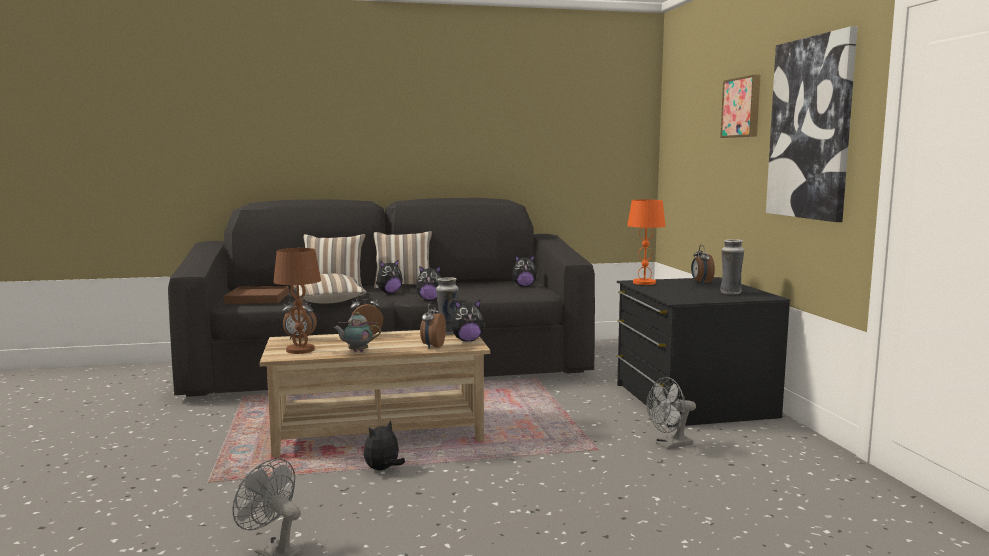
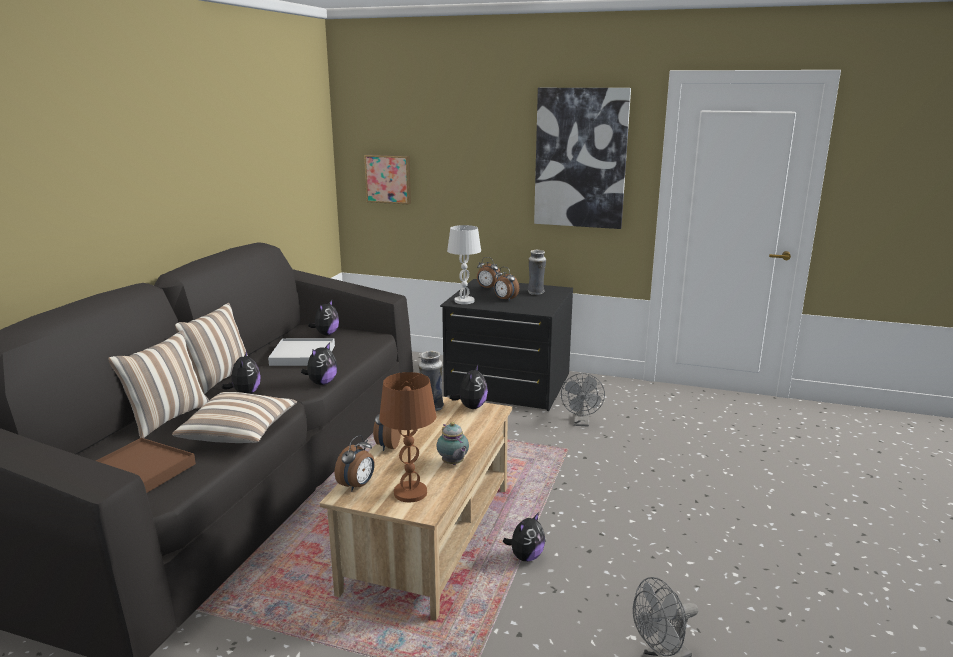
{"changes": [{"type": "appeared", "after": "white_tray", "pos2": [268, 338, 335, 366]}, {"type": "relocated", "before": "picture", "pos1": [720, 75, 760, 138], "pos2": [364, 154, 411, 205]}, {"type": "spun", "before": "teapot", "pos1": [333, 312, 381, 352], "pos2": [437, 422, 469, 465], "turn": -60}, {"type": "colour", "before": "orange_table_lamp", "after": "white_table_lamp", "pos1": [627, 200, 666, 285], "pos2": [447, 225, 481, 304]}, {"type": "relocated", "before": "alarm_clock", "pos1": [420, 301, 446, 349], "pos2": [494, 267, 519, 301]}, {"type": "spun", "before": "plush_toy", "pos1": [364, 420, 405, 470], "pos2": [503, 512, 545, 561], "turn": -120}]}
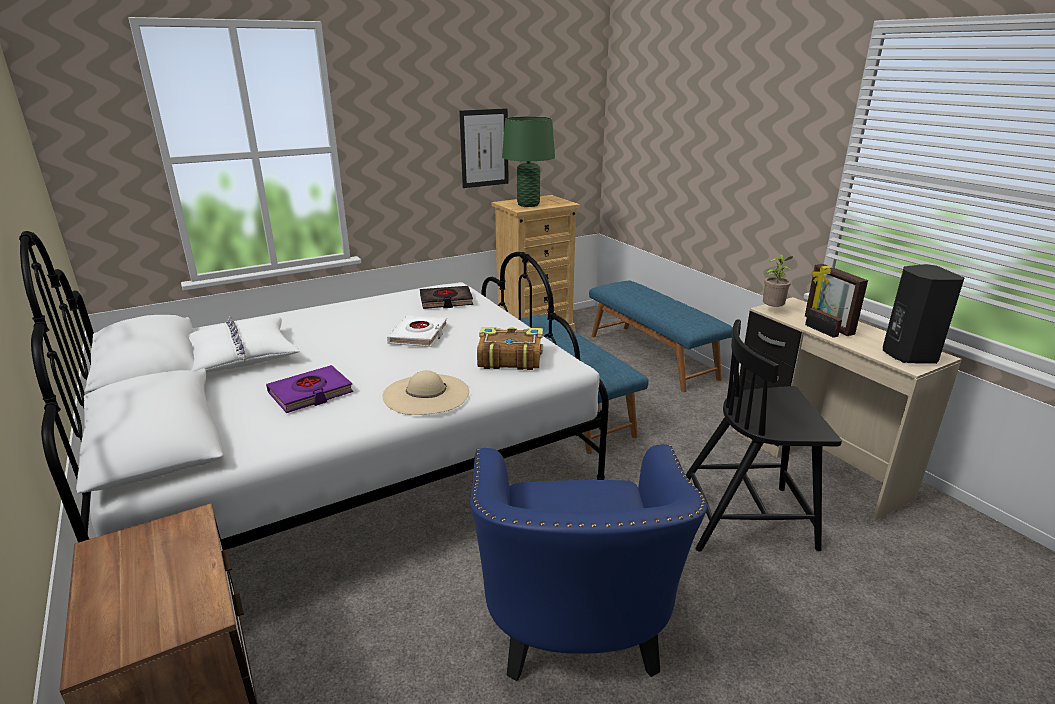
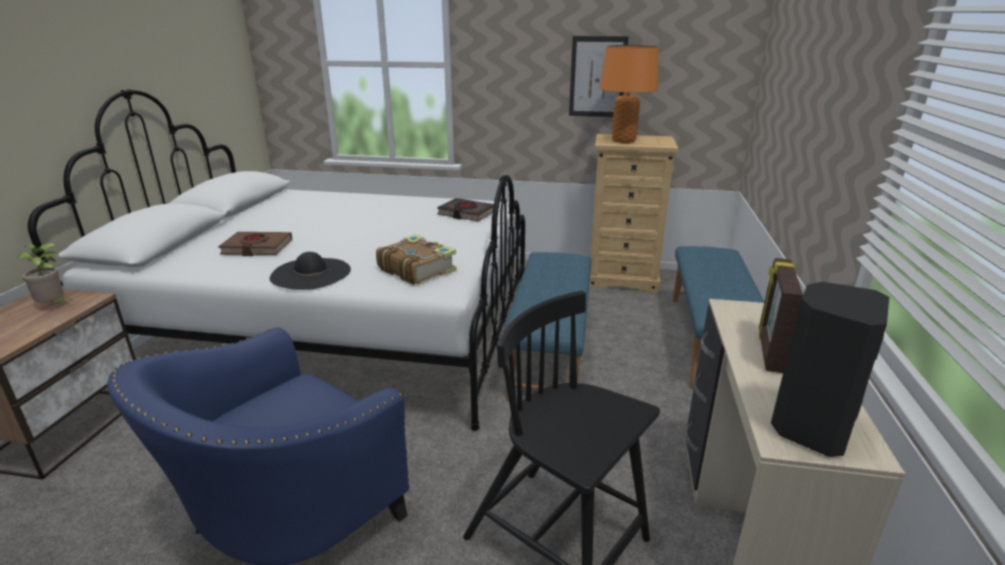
{"changes": [{"type": "relocated", "before": "potted_plant", "pos1": [763, 254, 792, 307], "pos2": [18, 243, 73, 303]}, {"type": "colour", "before": "purple_book", "after": "brown_book", "pos1": [266, 365, 353, 413], "pos2": [218, 232, 292, 256]}, {"type": "colour", "before": "beige_hat", "after": "black_hat", "pos1": [382, 370, 469, 415], "pos2": [270, 252, 351, 290]}, {"type": "colour", "before": "green_table_lamp", "after": "orange_table_lamp", "pos1": [502, 116, 555, 207], "pos2": [599, 45, 659, 143]}, {"type": "missing", "before": "white_pillow", "pos1": [189, 316, 300, 372]}, {"type": "missing", "before": "white_book", "pos1": [387, 315, 448, 347]}, {"type": "missing", "before": "radio", "pos1": [805, 307, 842, 338]}]}
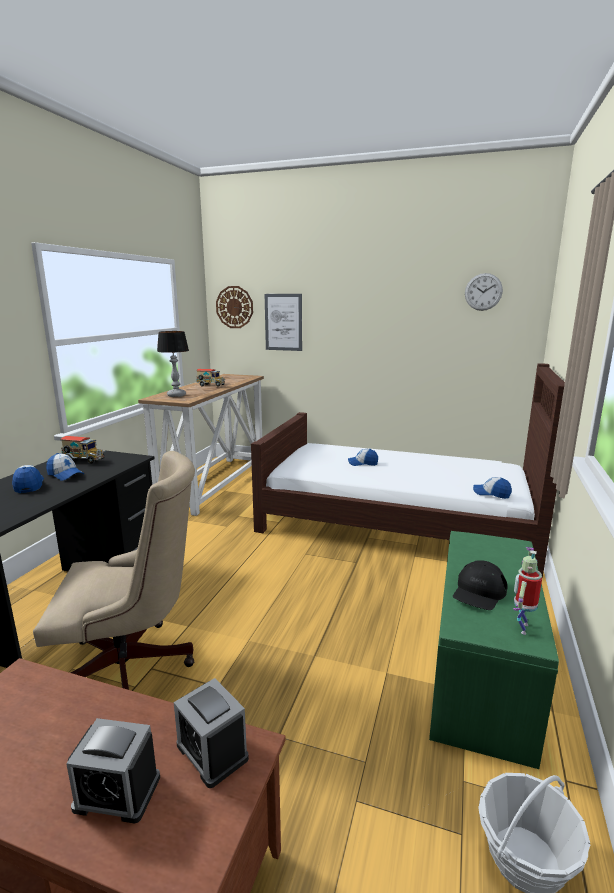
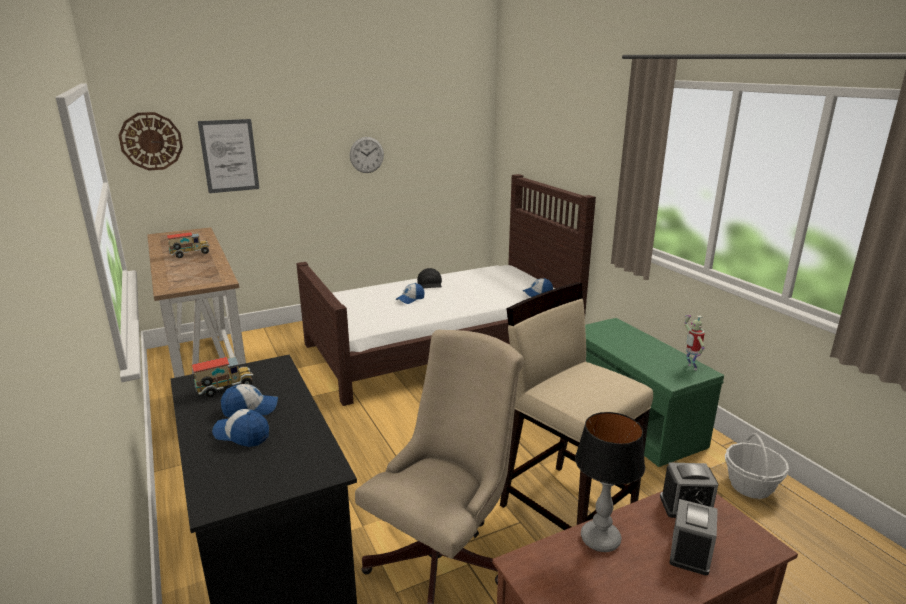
{"changes": [{"type": "relocated", "before": "wall_clock", "pos1": [465, 273, 503, 311], "pos2": [350, 137, 384, 173]}, {"type": "relocated", "before": "black_cap", "pos1": [453, 560, 507, 610], "pos2": [417, 268, 442, 289]}, {"type": "appeared", "after": "beige_stool", "pos2": [500, 282, 653, 530]}, {"type": "relocated", "before": "table_lamp", "pos1": [157, 331, 189, 397], "pos2": [575, 412, 645, 552]}, {"type": "spun", "before": "alarm_clock", "pos1": [66, 718, 160, 824], "pos2": [669, 499, 718, 575], "turn": 150}]}
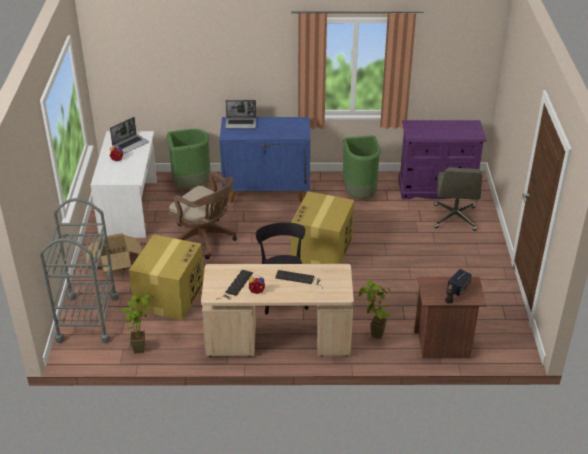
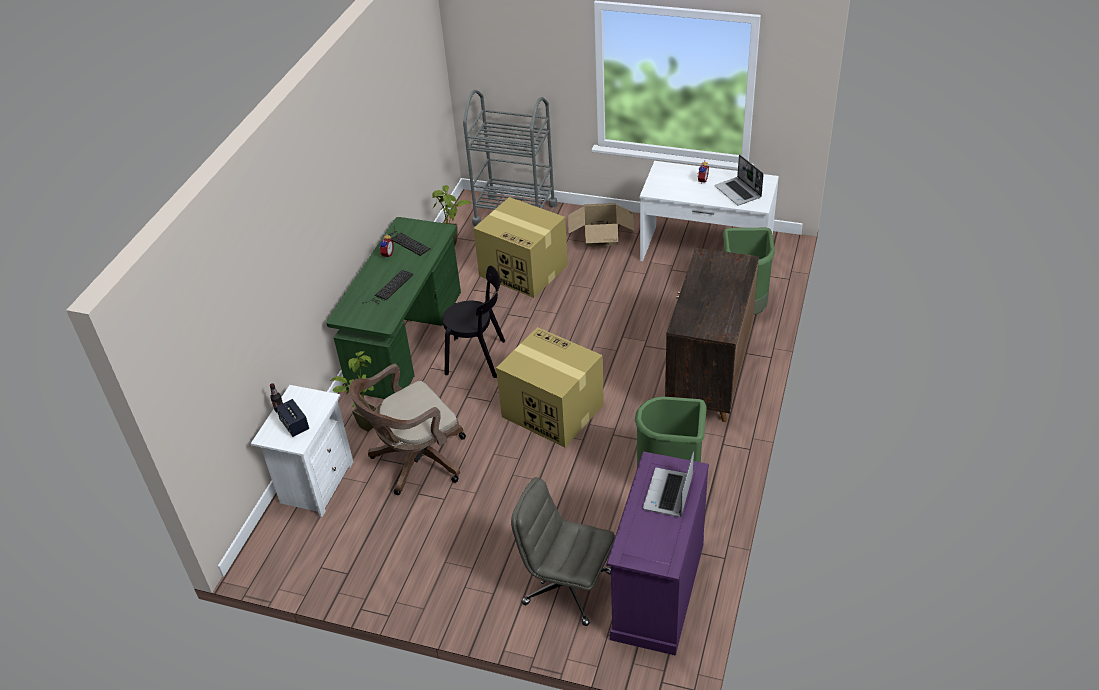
{"changes": [{"type": "colour", "before": "brown_nightstand", "after": "white_nightstand", "pos1": [414, 277, 487, 358], "pos2": [251, 385, 353, 517]}, {"type": "colour", "before": "beige_desk", "after": "green_desk", "pos1": [201, 264, 354, 357], "pos2": [326, 217, 461, 399]}, {"type": "relocated", "before": "brown_office_chair", "pos1": [168, 171, 237, 259], "pos2": [349, 364, 466, 495]}, {"type": "relocated", "before": "laptop", "pos1": [225, 100, 256, 129], "pos2": [643, 451, 694, 517]}, {"type": "colour", "before": "blue_cabinet", "after": "brown_cabinet", "pos1": [220, 117, 310, 203], "pos2": [665, 248, 759, 422]}]}
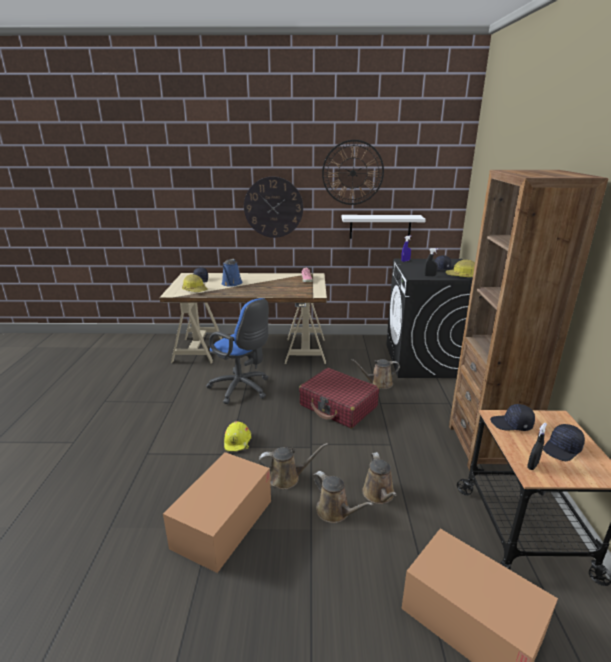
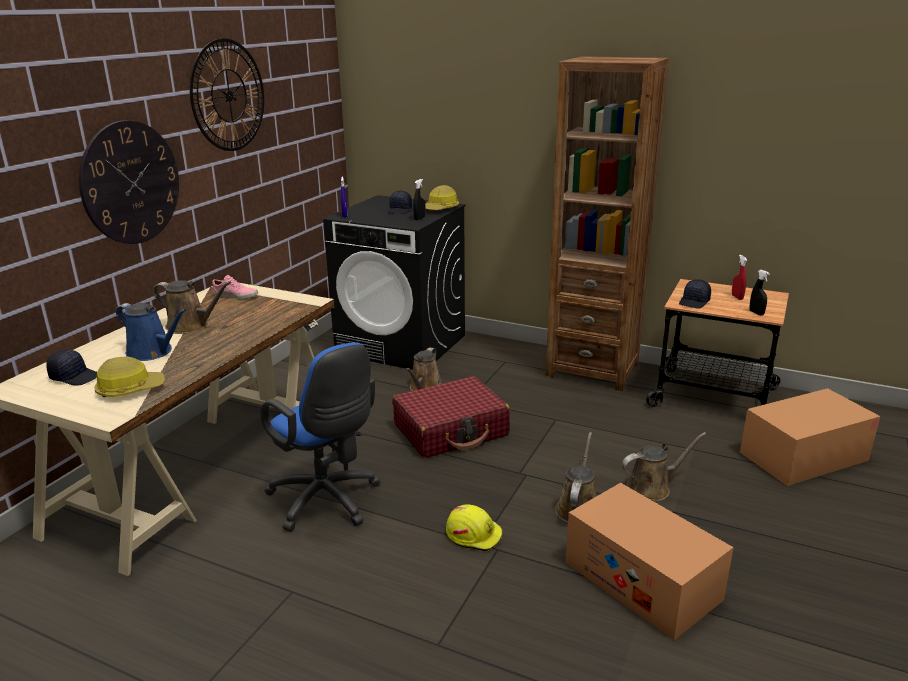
{"changes": [{"type": "relocated", "before": "brown_watering_can", "pos1": [362, 452, 397, 504], "pos2": [153, 281, 231, 334]}, {"type": "spun", "before": "blue_office_chair", "pos1": [206, 298, 269, 404], "pos2": [260, 342, 380, 532], "turn": 75}, {"type": "exchanged", "before": "black_cap", "after": "red_spray_bottle", "pos1": [543, 424, 585, 461], "pos2": [732, 255, 747, 300]}, {"type": "missing", "before": "white_shelf", "pos1": [342, 215, 426, 239]}]}
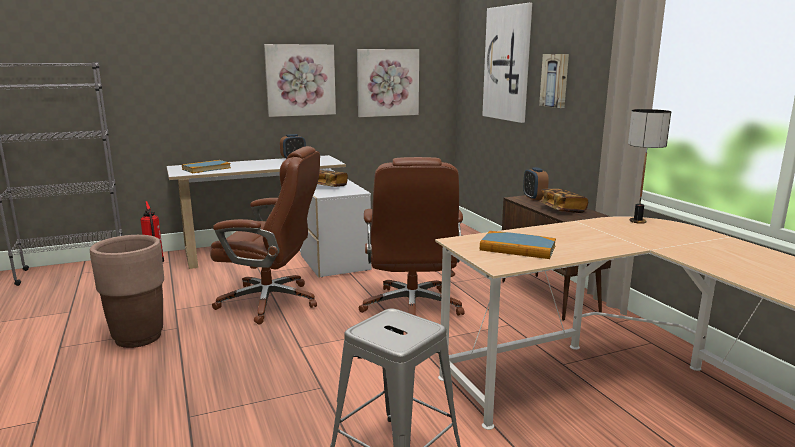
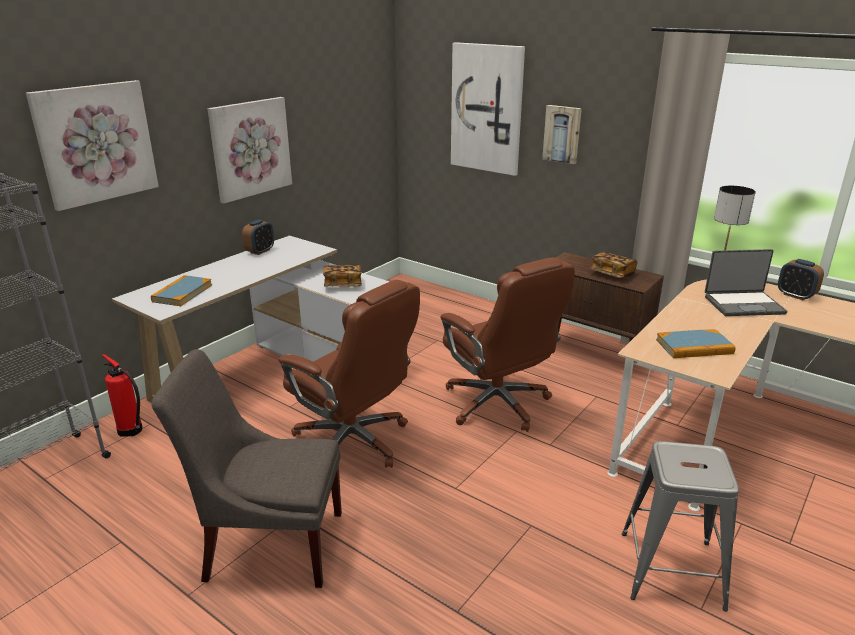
{"changes": [{"type": "relocated", "before": "picture", "pos1": [357, 49, 419, 117], "pos2": [26, 80, 159, 211]}, {"type": "exchanged", "before": "brown_planter", "after": "grey_chair", "pos1": [90, 235, 164, 348], "pos2": [152, 349, 342, 588]}, {"type": "spun", "before": "brown_office_chair", "pos1": [210, 146, 320, 325], "pos2": [278, 280, 420, 468], "turn": 60}, {"type": "appeared", "after": "laptop", "pos2": [705, 249, 787, 316]}, {"type": "relocated", "before": "alarm_clock", "pos1": [523, 167, 549, 200], "pos2": [778, 259, 824, 301]}]}
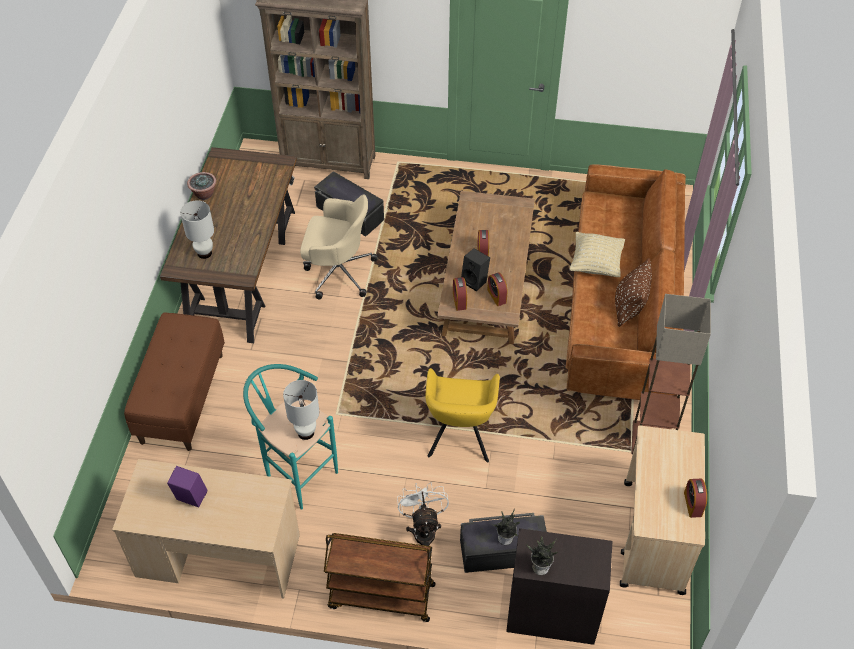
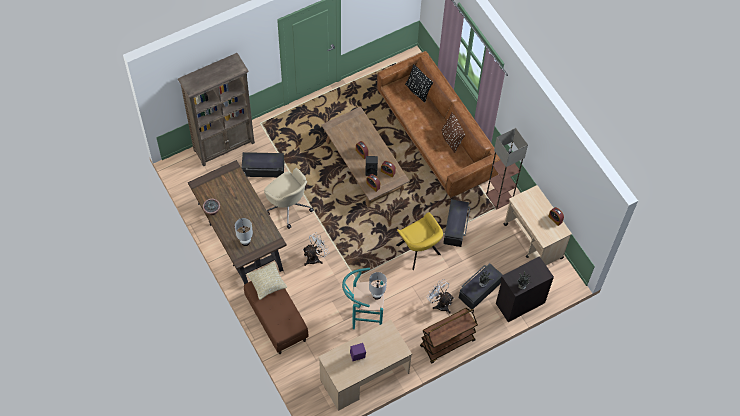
{"changes": [{"type": "relocated", "before": "beige_pillow", "pos1": [570, 232, 625, 277], "pos2": [247, 262, 287, 300]}, {"type": "spun", "before": "beige_office_chair", "pos1": [300, 194, 378, 300], "pos2": [264, 168, 314, 229], "turn": 75}, {"type": "appeared", "after": "white_fan", "pos2": [303, 233, 330, 266]}, {"type": "appeared", "after": "black_pillow", "pos2": [405, 64, 433, 103]}, {"type": "appeared", "after": "black_storage_box", "pos2": [443, 199, 470, 247]}]}
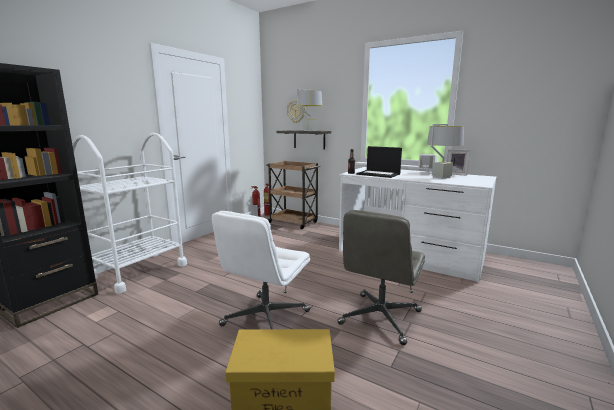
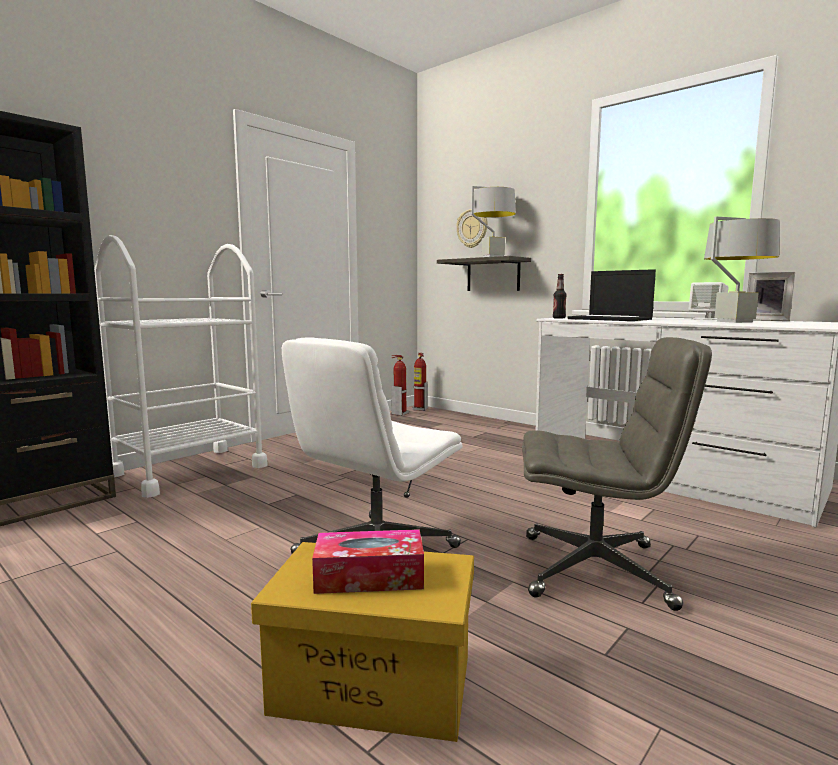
{"changes": [{"type": "appeared", "after": "tissue_box", "pos2": [312, 529, 424, 594]}, {"type": "spun", "before": "grey_office_chair", "pos1": [337, 210, 425, 345], "pos2": [522, 337, 712, 611], "turn": -120}, {"type": "missing", "before": "brown_cart", "pos1": [267, 161, 321, 229]}]}
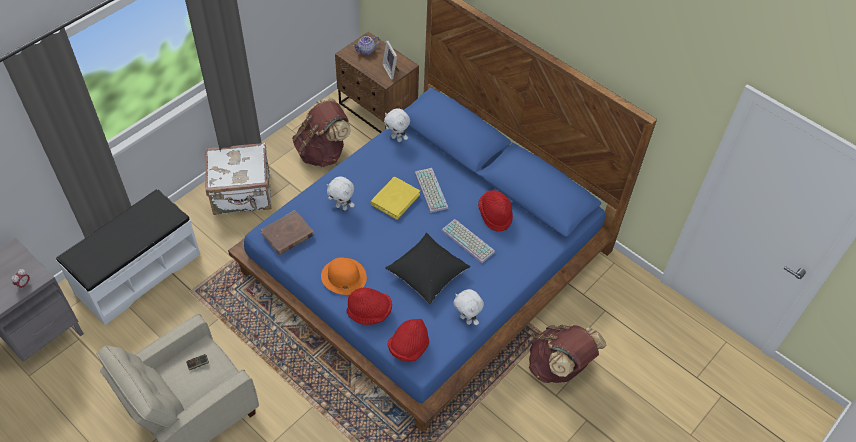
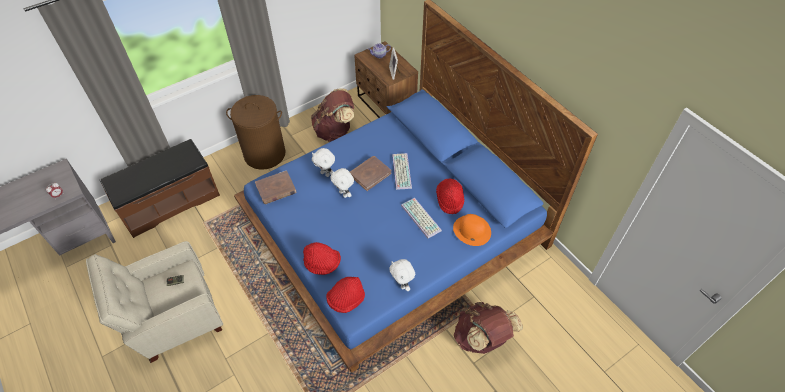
{"changes": [{"type": "colour", "before": "white_bench", "after": "brown_bench", "pos1": [56, 189, 200, 325], "pos2": [100, 139, 220, 238]}, {"type": "exchanged", "before": "white_suitcase", "after": "brown_laundry_basket", "pos1": [205, 143, 271, 215], "pos2": [226, 95, 285, 170]}, {"type": "relocated", "before": "white_plush_toy", "pos1": [384, 108, 410, 142], "pos2": [330, 168, 354, 198]}, {"type": "colour", "before": "yellow_book", "after": "brown_book", "pos1": [370, 177, 420, 220], "pos2": [350, 156, 392, 191]}, {"type": "relocated", "before": "orange_hat", "pos1": [321, 257, 367, 295], "pos2": [453, 214, 491, 246]}, {"type": "missing", "before": "black_pillow", "pos1": [385, 233, 471, 304]}]}
